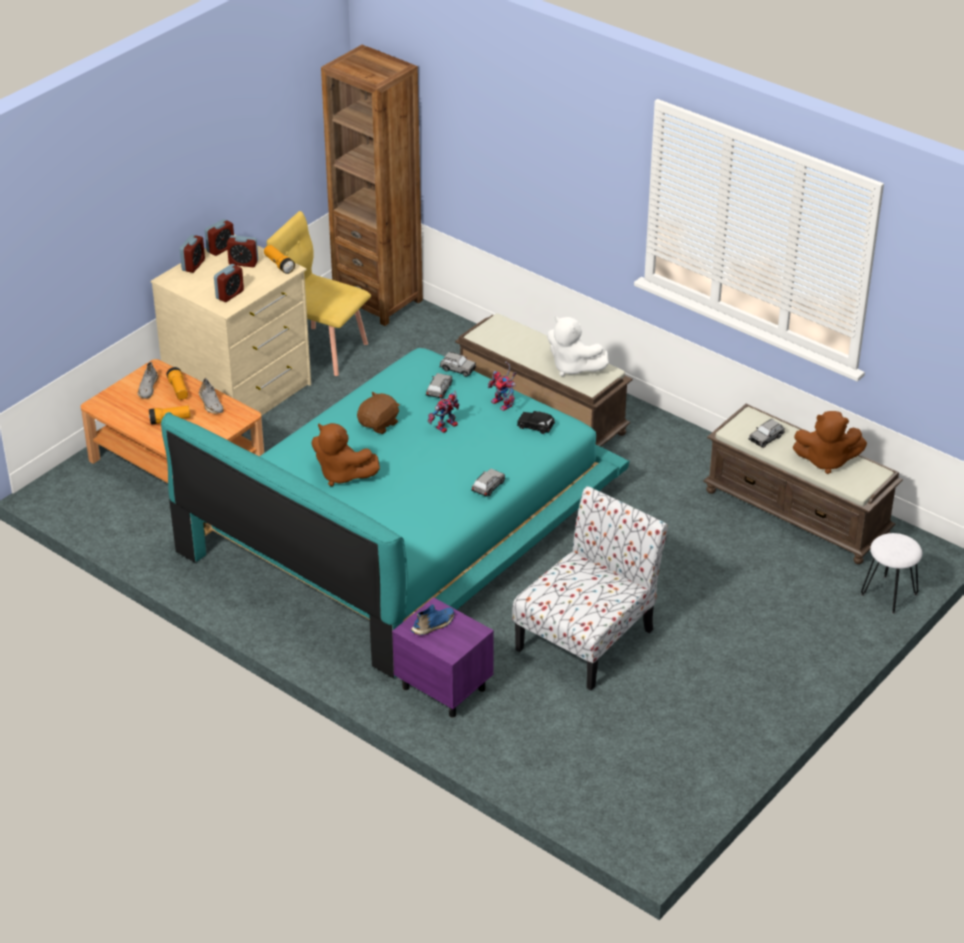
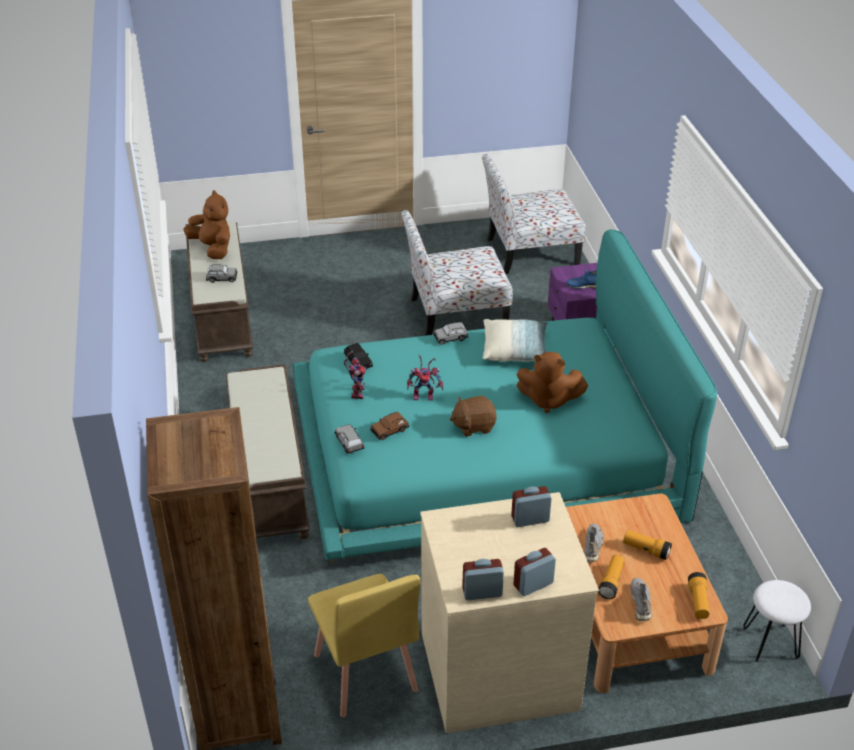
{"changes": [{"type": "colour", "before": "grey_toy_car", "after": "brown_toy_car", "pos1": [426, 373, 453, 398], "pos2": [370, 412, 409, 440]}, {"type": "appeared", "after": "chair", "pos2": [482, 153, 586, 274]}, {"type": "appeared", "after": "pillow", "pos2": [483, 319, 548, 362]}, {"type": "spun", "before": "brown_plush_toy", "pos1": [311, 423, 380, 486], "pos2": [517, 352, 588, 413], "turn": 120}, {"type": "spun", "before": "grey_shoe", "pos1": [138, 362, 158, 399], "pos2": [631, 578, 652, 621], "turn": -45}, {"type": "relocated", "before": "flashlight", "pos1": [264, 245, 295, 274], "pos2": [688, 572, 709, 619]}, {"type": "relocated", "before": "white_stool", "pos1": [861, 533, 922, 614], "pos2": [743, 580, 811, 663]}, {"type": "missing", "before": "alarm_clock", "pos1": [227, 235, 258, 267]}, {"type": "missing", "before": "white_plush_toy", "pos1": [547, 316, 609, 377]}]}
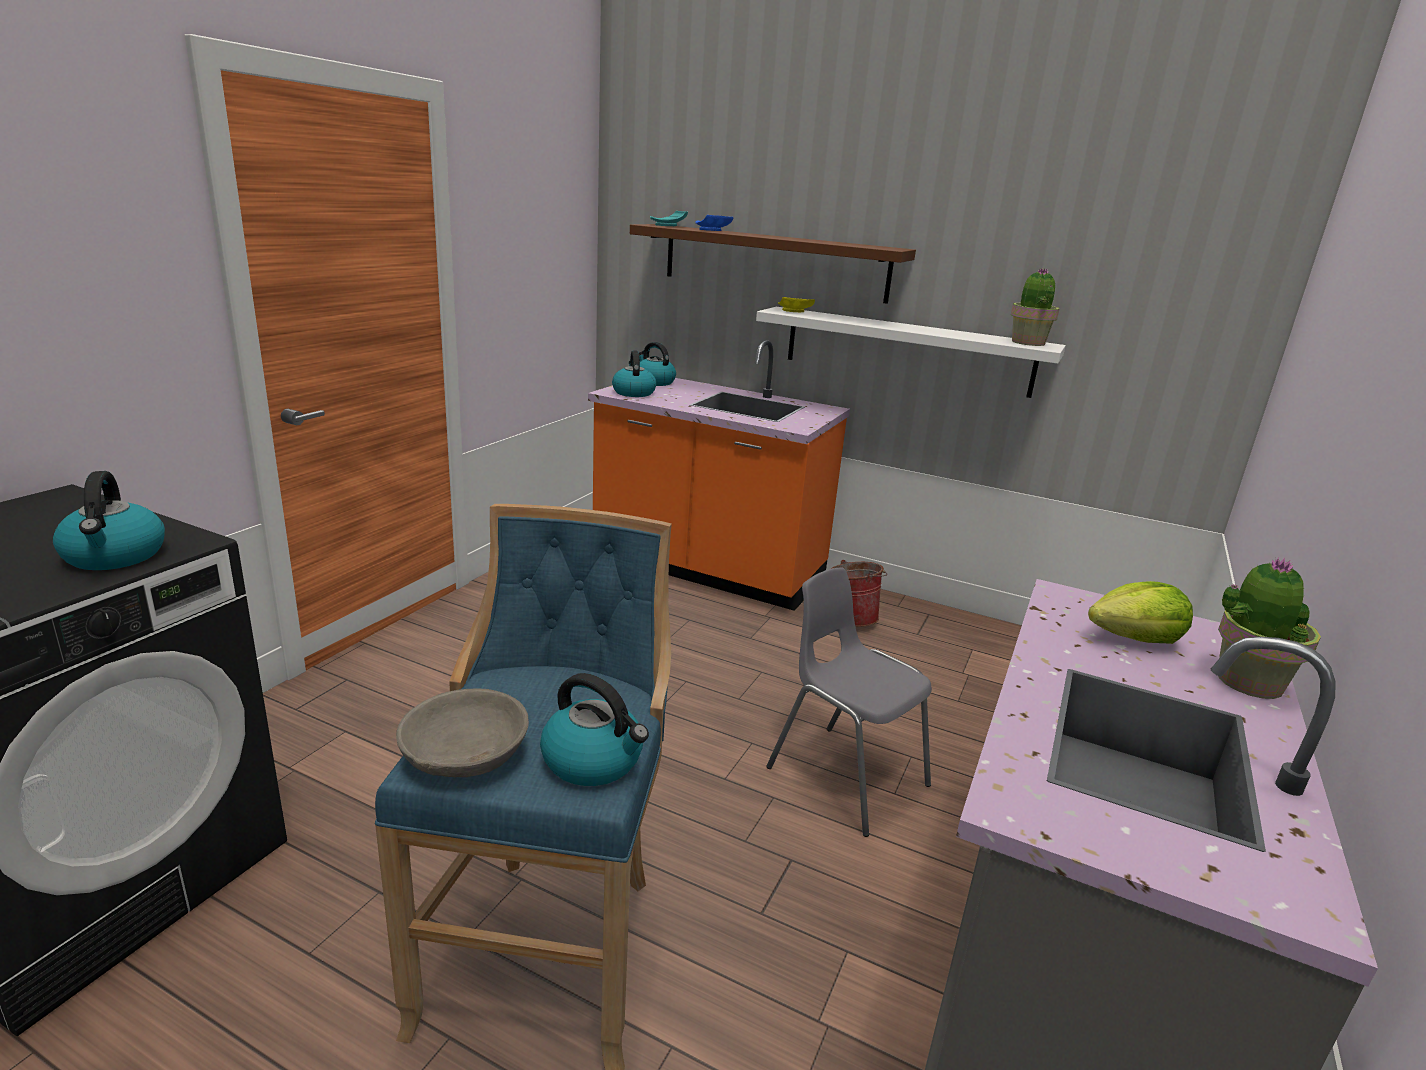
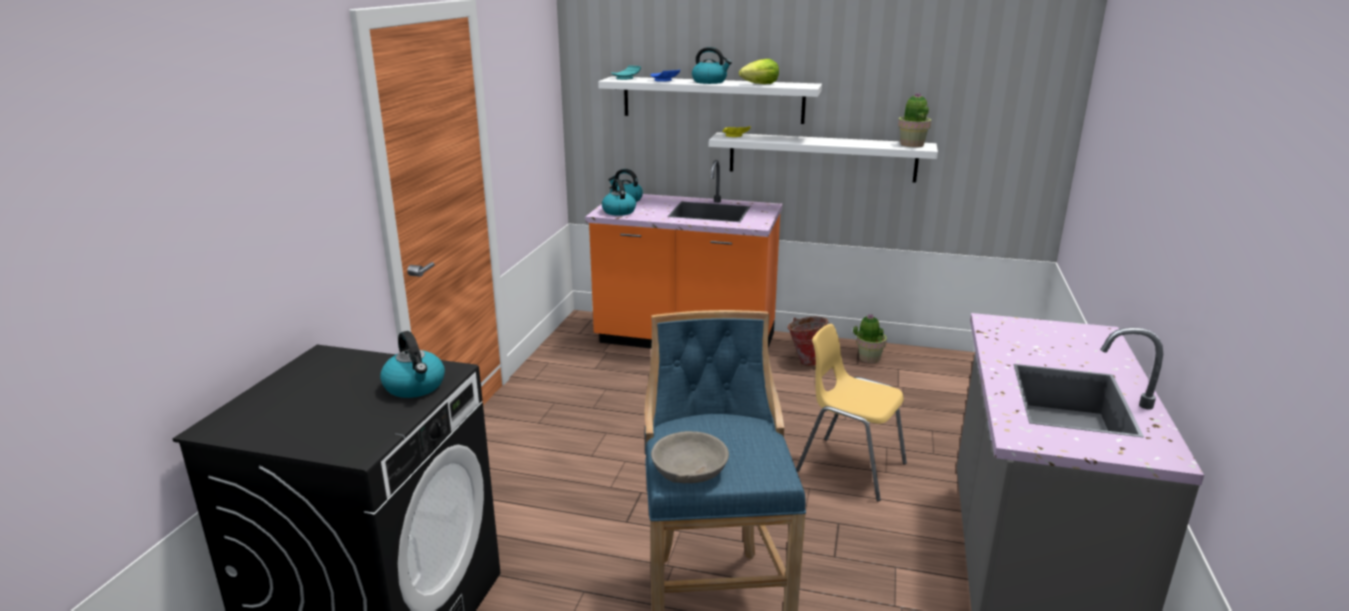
{"changes": [{"type": "colour", "before": "brown_shelf", "after": "white_shelf", "pos1": [630, 224, 916, 304], "pos2": [598, 76, 822, 124]}, {"type": "relocated", "before": "kettle", "pos1": [540, 673, 649, 786], "pos2": [692, 47, 732, 84]}, {"type": "relocated", "before": "lettuce", "pos1": [1088, 581, 1193, 644], "pos2": [739, 59, 779, 84]}, {"type": "colour", "before": "grey_chair", "after": "yellow_chair", "pos1": [767, 567, 932, 837], "pos2": [796, 324, 907, 501]}, {"type": "relocated", "before": "potted_plant", "pos1": [1218, 557, 1321, 699], "pos2": [853, 314, 887, 363]}]}
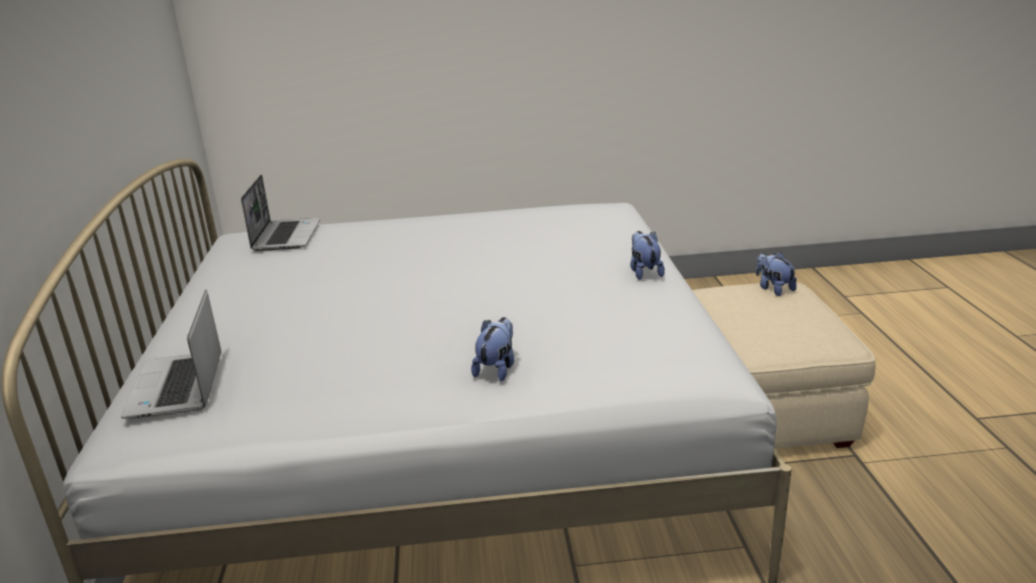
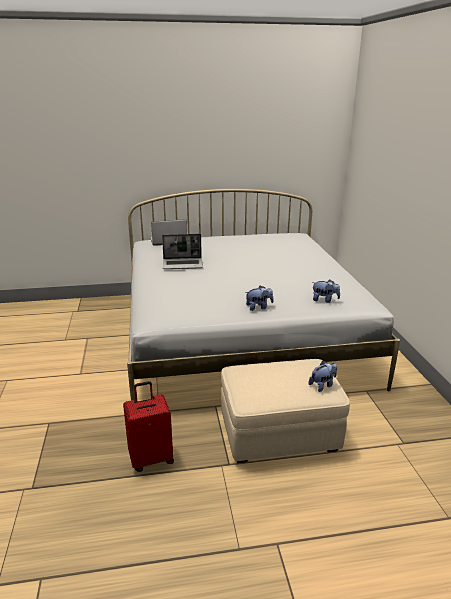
{"changes": [{"type": "appeared", "after": "red_suitcase", "pos2": [123, 381, 174, 472]}, {"type": "relocated", "before": "laptop", "pos1": [241, 175, 320, 251], "pos2": [162, 234, 203, 269]}, {"type": "relocated", "before": "plush_toy", "pos1": [471, 317, 514, 381], "pos2": [312, 279, 340, 303]}]}
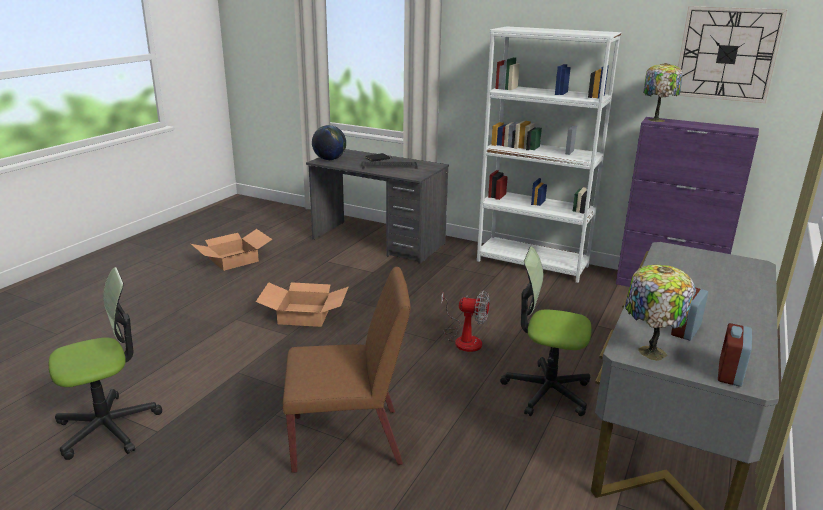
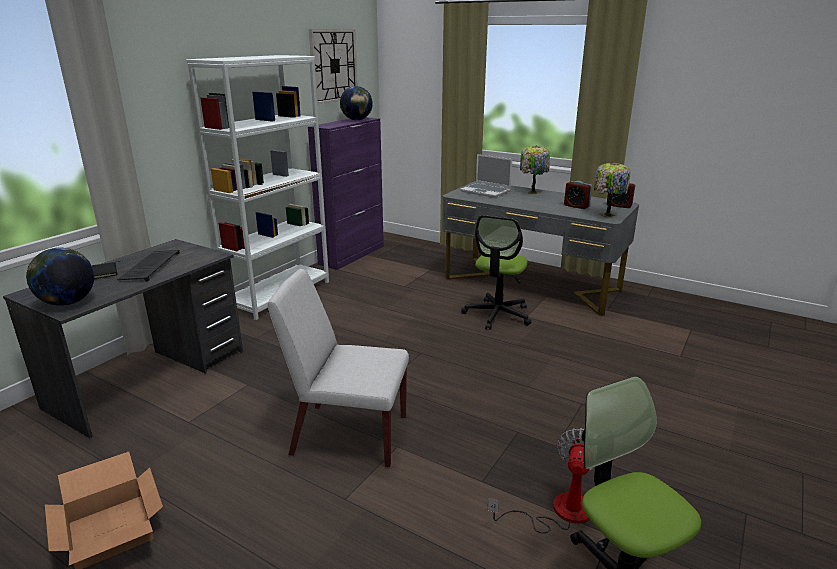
{"changes": [{"type": "exchanged", "before": "cardboard_box", "after": "white_chair", "pos1": [256, 282, 348, 327], "pos2": [268, 269, 409, 467]}, {"type": "appeared", "after": "globe", "pos2": [340, 86, 373, 120]}, {"type": "appeared", "after": "laptop", "pos2": [460, 154, 512, 198]}, {"type": "relocated", "before": "fan", "pos1": [441, 290, 490, 352], "pos2": [488, 428, 595, 533]}, {"type": "relocated", "before": "table_lamp", "pos1": [643, 63, 683, 122], "pos2": [520, 146, 550, 194]}, {"type": "missing", "before": "brown_chair", "pos1": [283, 267, 411, 473]}]}
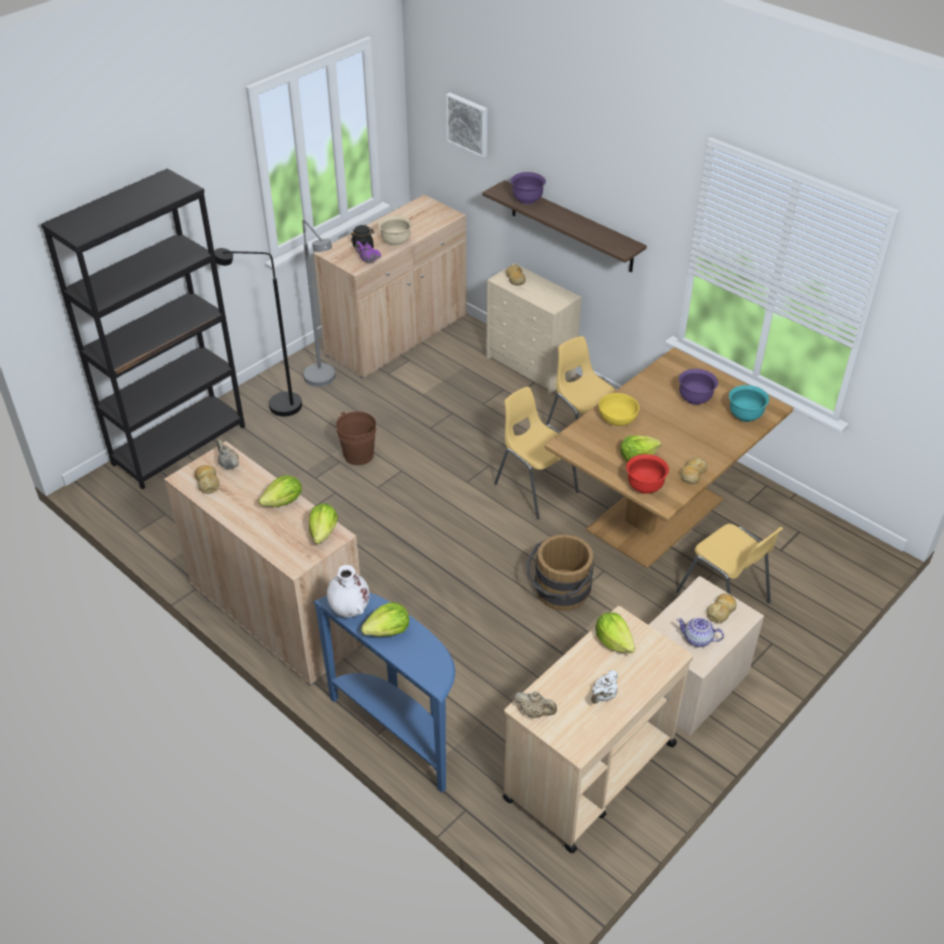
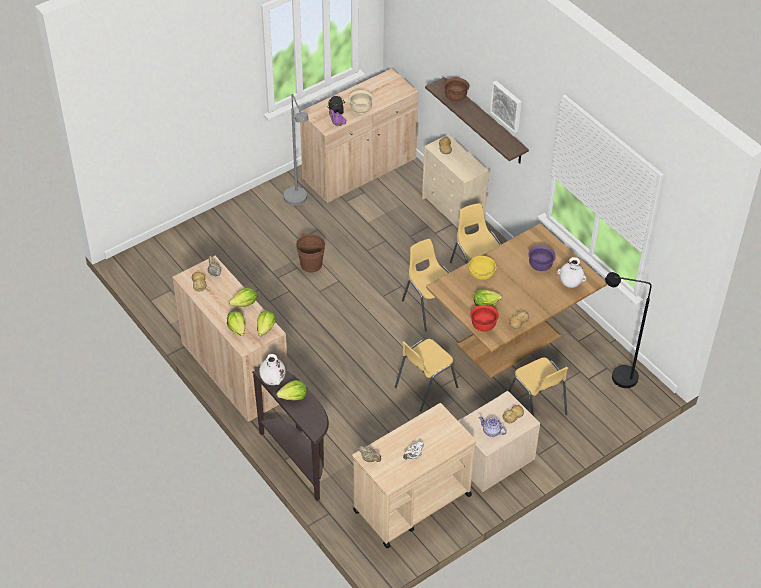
{"changes": [{"type": "relocated", "before": "lettuce", "pos1": [595, 612, 635, 653], "pos2": [227, 311, 245, 336]}, {"type": "colour", "before": "blue_console_table", "after": "brown_console_table", "pos1": [313, 593, 455, 793], "pos2": [252, 370, 329, 501]}, {"type": "exchanged", "before": "brown_bucket", "after": "yellow_chair", "pos1": [526, 534, 594, 611], "pos2": [395, 339, 458, 411]}, {"type": "colour", "before": "purple_bowl", "after": "brown_bowl", "pos1": [511, 172, 546, 204], "pos2": [444, 77, 469, 102]}, {"type": "relocated", "before": "picture", "pos1": [446, 93, 487, 158], "pos2": [490, 81, 521, 133]}, {"type": "exchanged", "before": "turquoise_bowl", "after": "white_vase", "pos1": [729, 385, 769, 422], "pos2": [557, 257, 586, 288]}, {"type": "relocated", "before": "black_floor_lamp", "pos1": [214, 248, 302, 417], "pos2": [605, 272, 652, 388]}, {"type": "missing", "before": "black_bookcase", "pos1": [41, 168, 245, 490]}]}
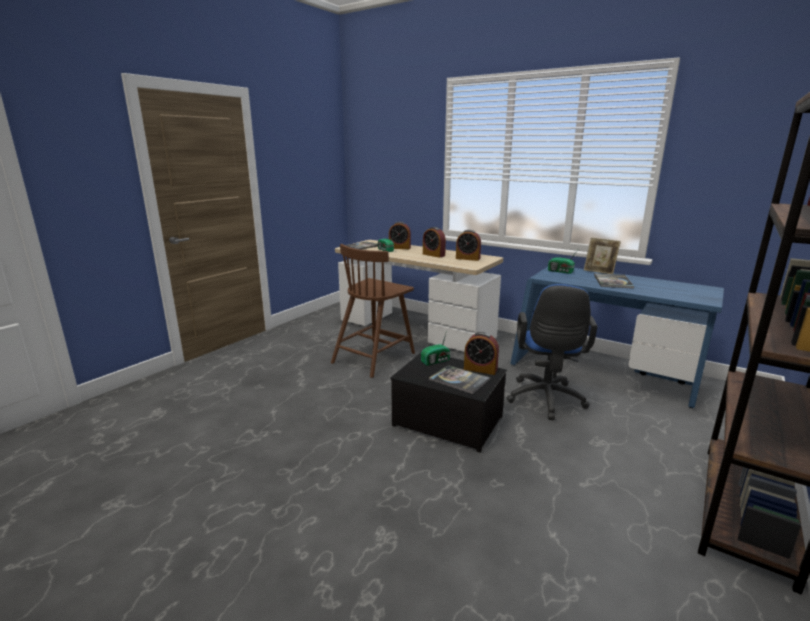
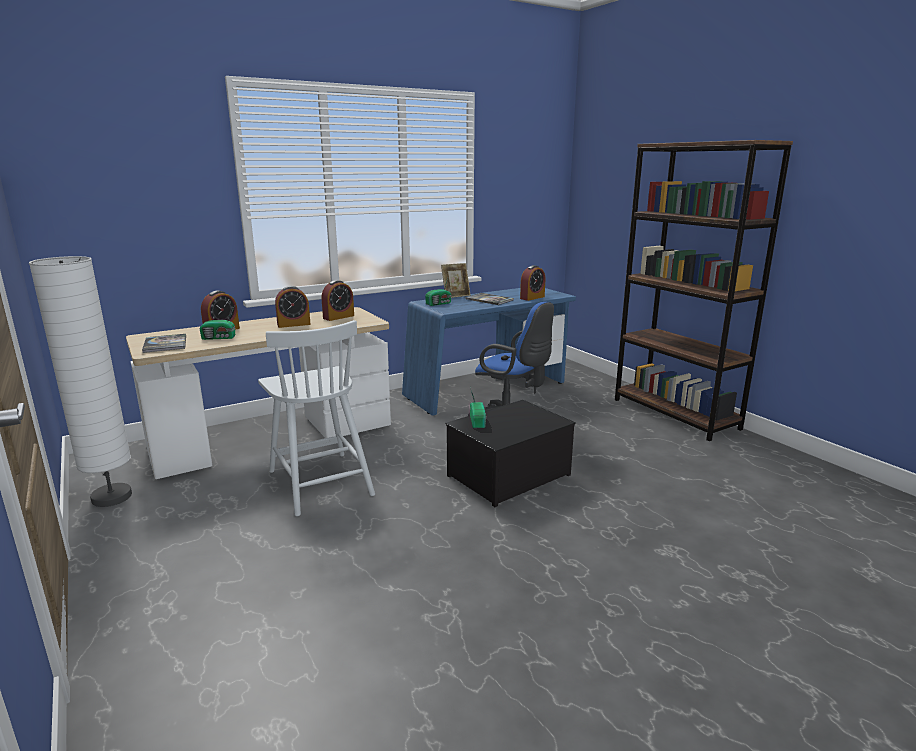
{"changes": [{"type": "appeared", "after": "white_floor_lamp", "pos2": [29, 256, 132, 507]}, {"type": "colour", "before": "brown_chair", "after": "white_chair", "pos1": [331, 244, 415, 378], "pos2": [258, 320, 375, 516]}, {"type": "relocated", "before": "alarm_clock", "pos1": [464, 332, 499, 375], "pos2": [520, 265, 545, 301]}, {"type": "missing", "before": "book", "pos1": [429, 365, 490, 394]}]}
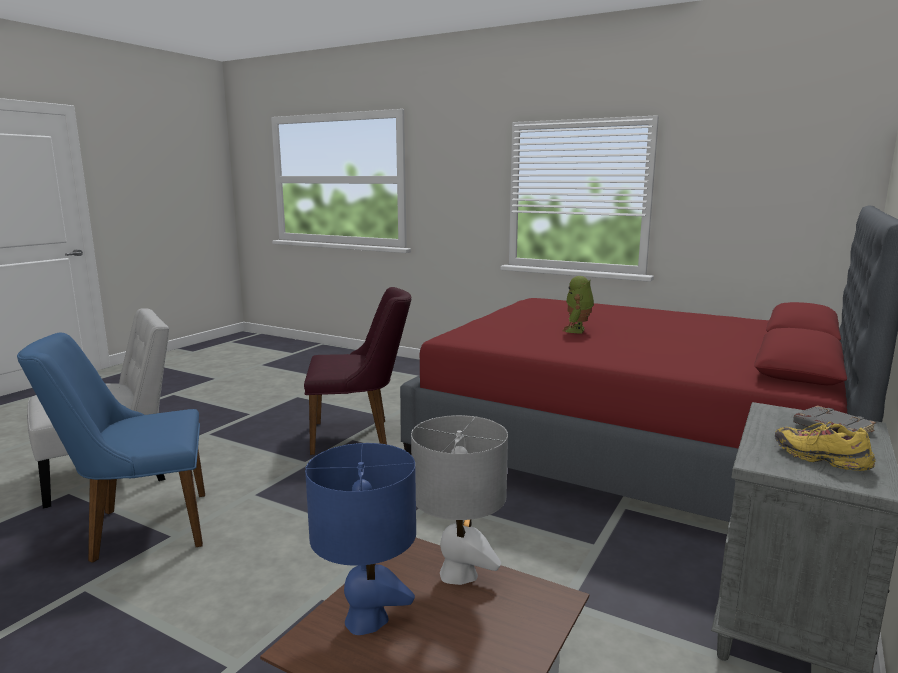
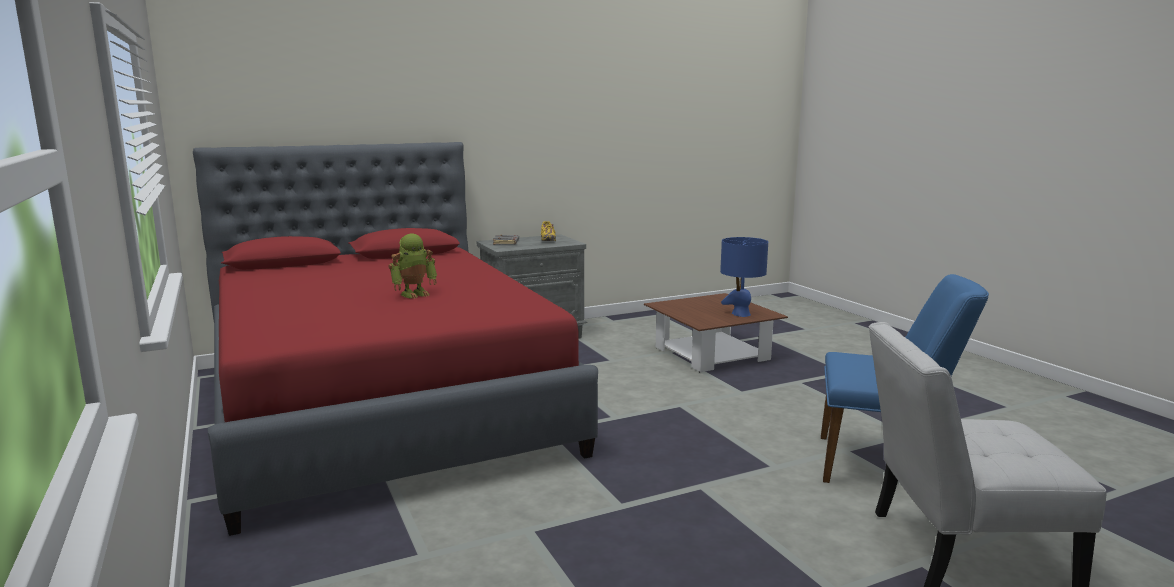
{"changes": [{"type": "missing", "before": "purple_chair", "pos1": [304, 287, 412, 455]}, {"type": "missing", "before": "grey_table_lamp", "pos1": [411, 415, 508, 585]}]}
